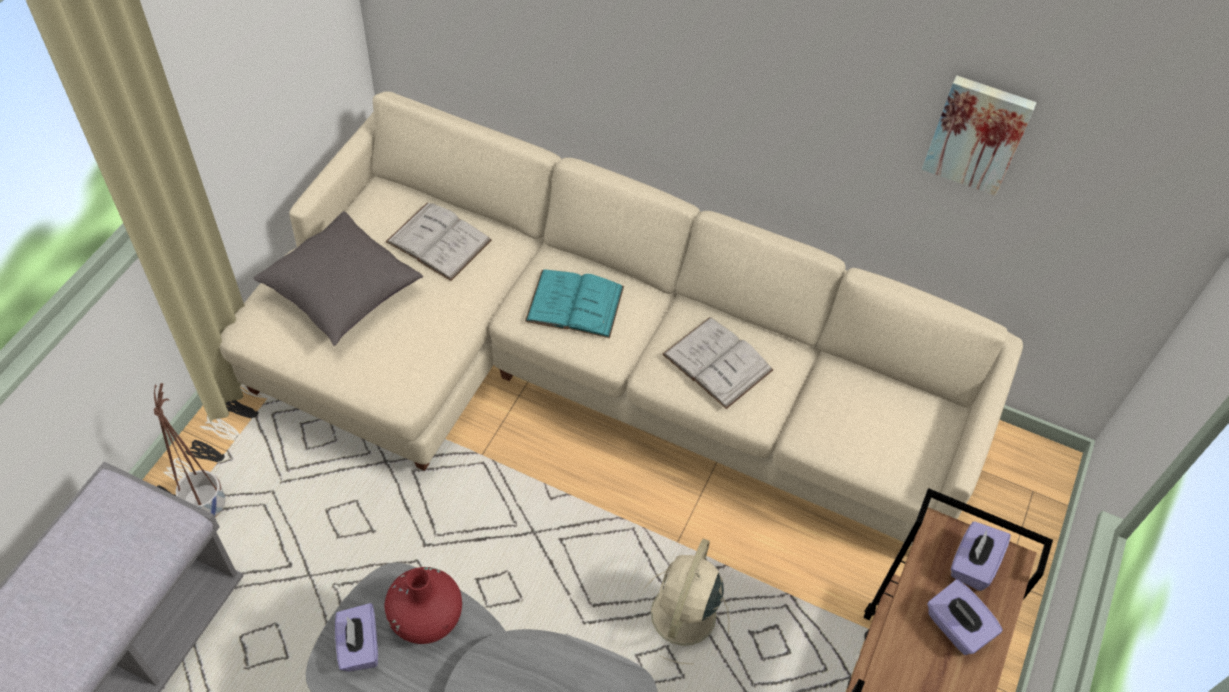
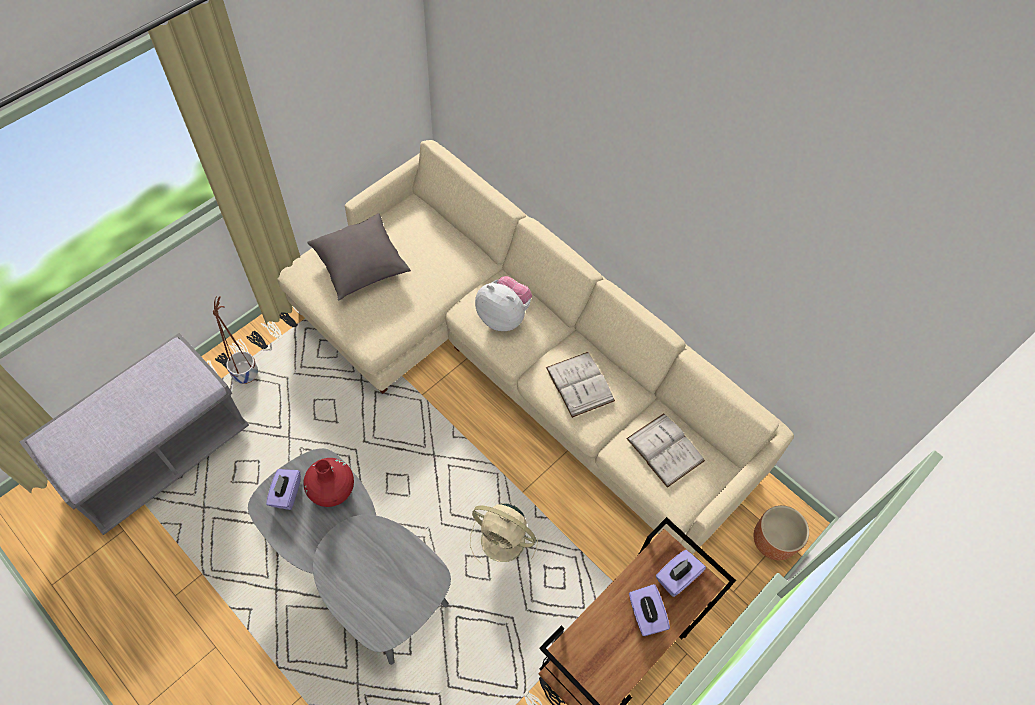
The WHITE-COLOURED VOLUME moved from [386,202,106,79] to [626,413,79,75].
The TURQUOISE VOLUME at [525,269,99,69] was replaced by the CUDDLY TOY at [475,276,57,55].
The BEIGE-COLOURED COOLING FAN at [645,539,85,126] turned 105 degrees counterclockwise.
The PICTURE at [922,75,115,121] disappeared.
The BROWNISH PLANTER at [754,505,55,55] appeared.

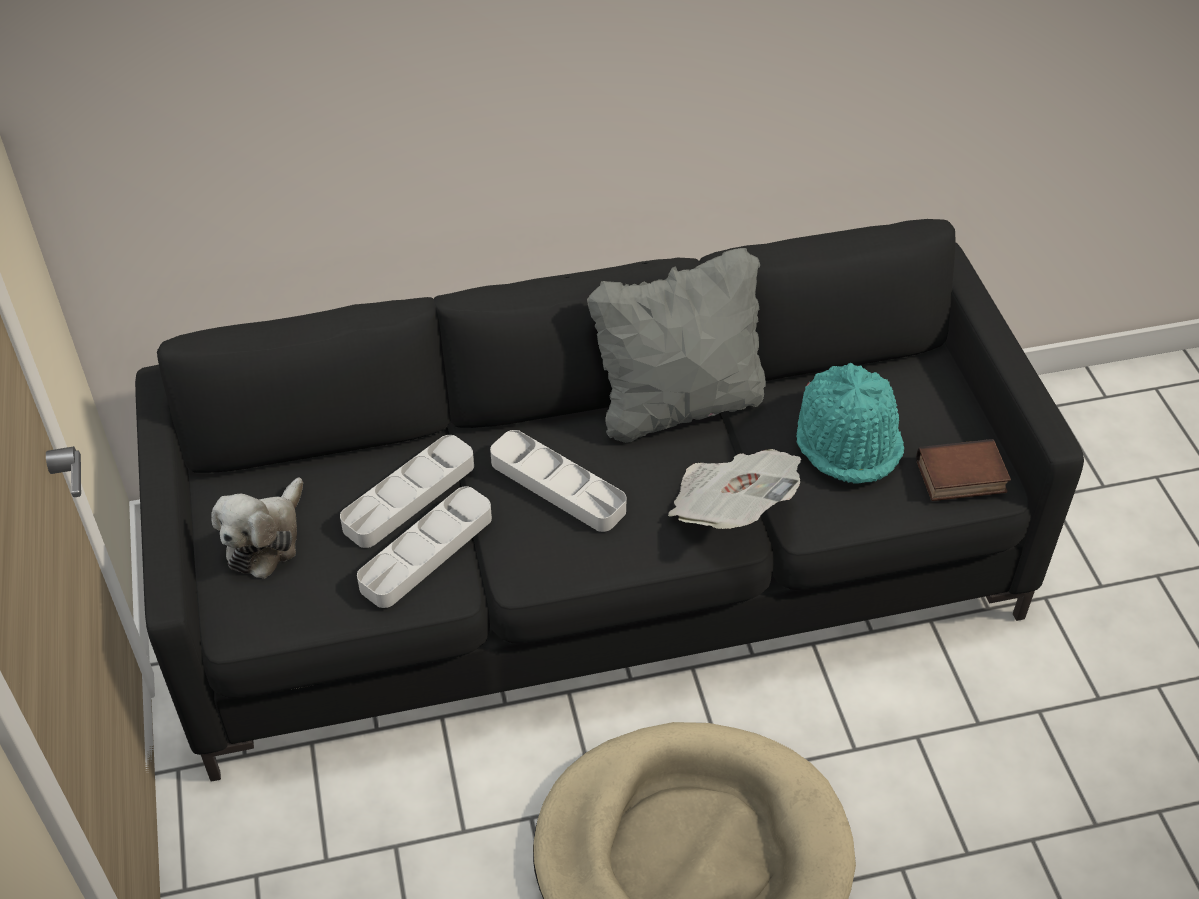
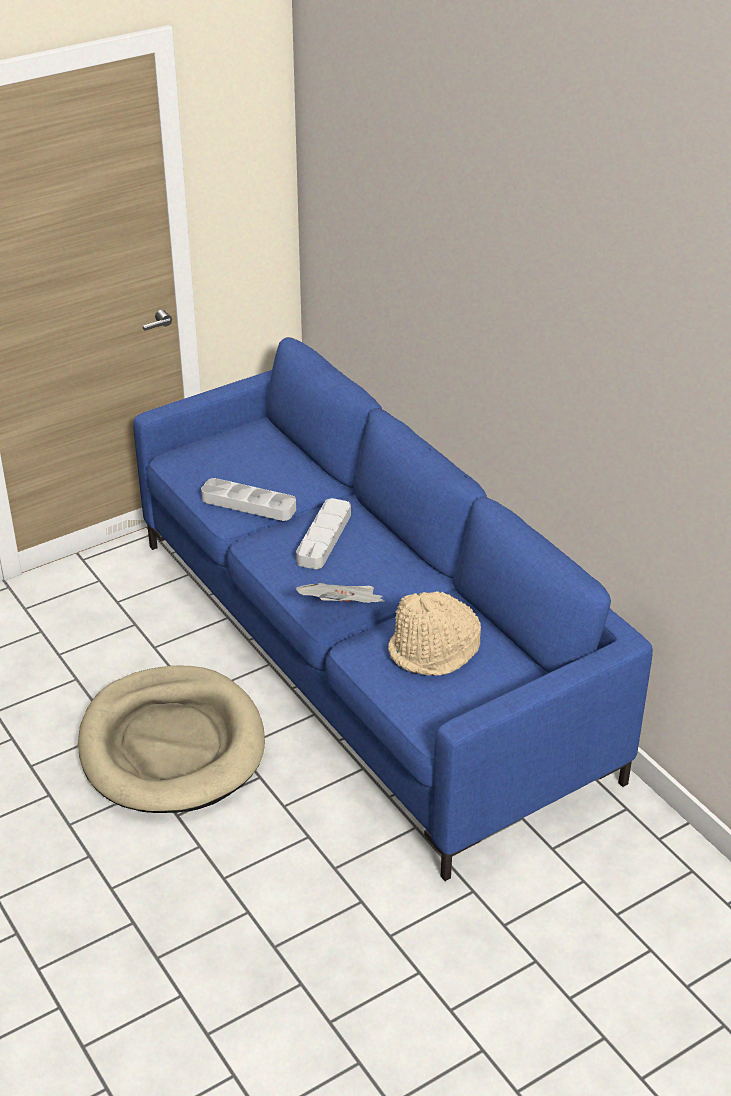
The BLACKISH SOFA at [135,219,949,563] became the BLUE-COLOURED SOFA at [133,337,520,544].
The CUDDLY TOY at [211,477,92,102] disappeared.
The GREYISH TRAY at [340,435,134,113] disappeared.
The GREYISH CUSHION at [587,248,179,195] disappeared.
The TURQUOISE HAT at [796,363,108,120] became the BEIGE-COLOURED HAT at [388,591,93,85].
The VOLUME at [916,439,95,62] disappeared.

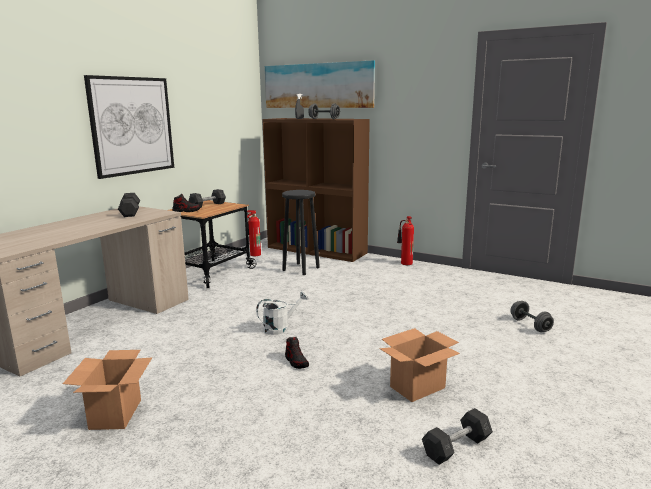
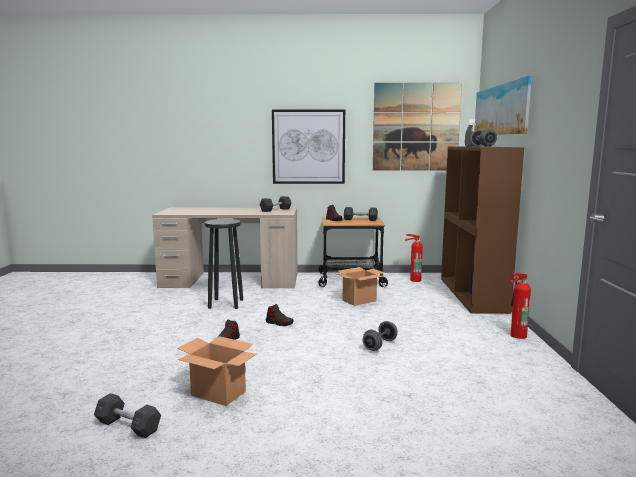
The PACKING BOX moved from [63,350,89,80] to [335,267,50,39].
The WHITE-COLOURED WATERING POT at [256,291,53,44] was replaced by the LOW SHOE at [266,304,27,22].
The BLACKISH STOOL moved from [282,190,38,85] to [205,219,38,90].
The GREYISH HAND WEIGHT moved from [511,301,43,31] to [363,321,34,30].
The PICTURE at [373,83,89,88] appeared.

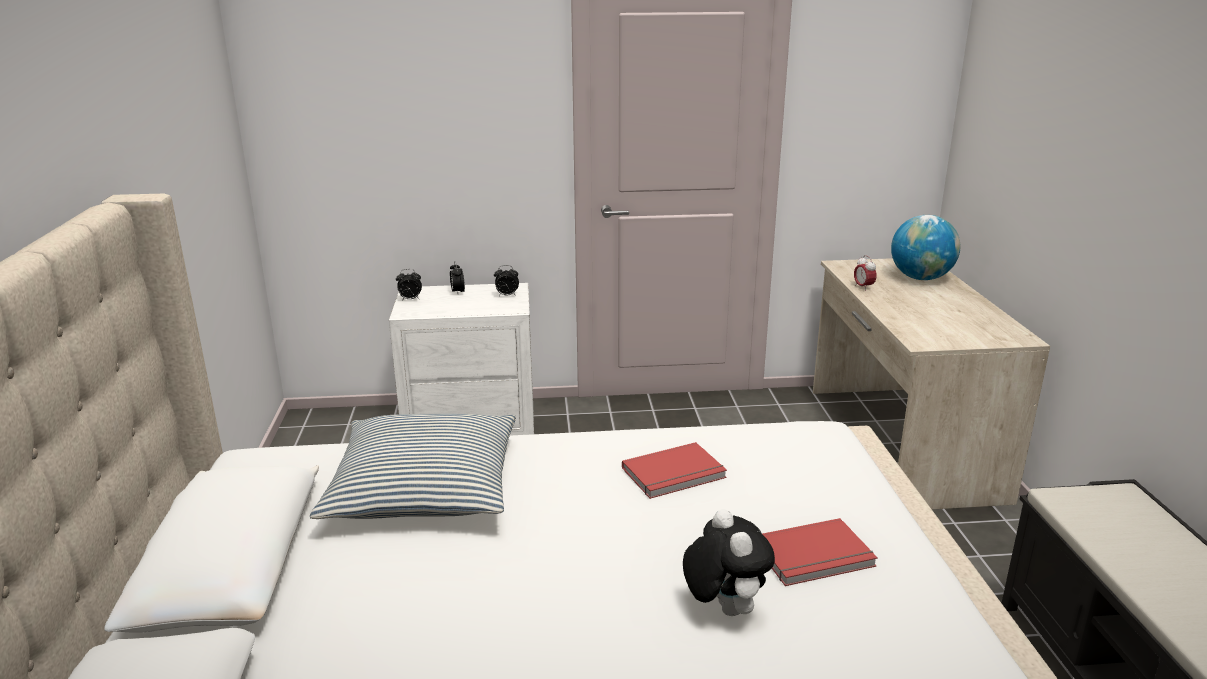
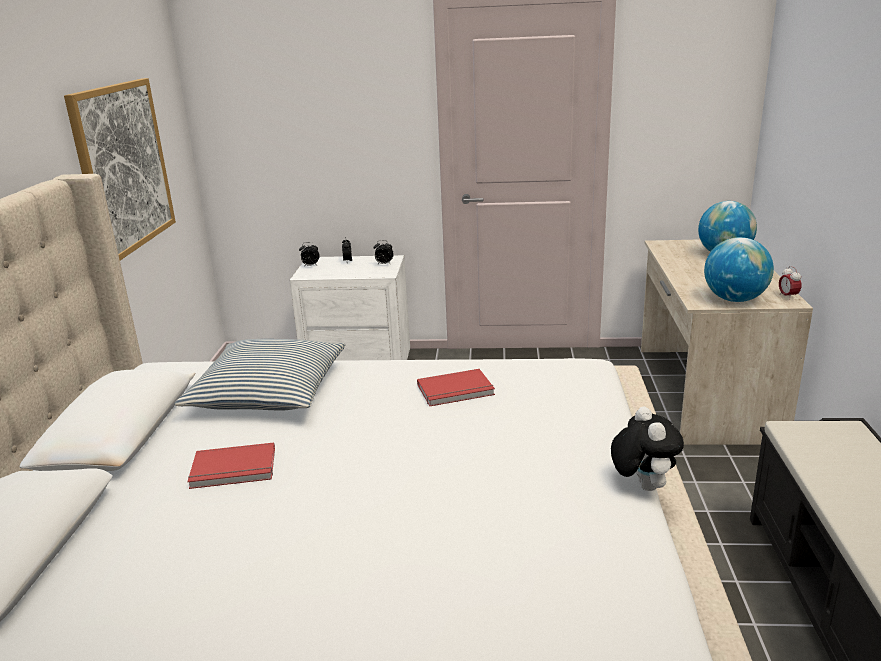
The CUDDLY TOY moved from [683,509,92,107] to [611,407,73,84].
The RED-COLOURED VOLUME moved from [762,518,116,68] to [188,442,87,47].
The BEDSIDE CLOCK moved from [854,255,23,36] to [779,266,22,31].
The PICTURE at [64,78,112,182] appeared.
The DESK GLOBE at [704,237,70,65] appeared.

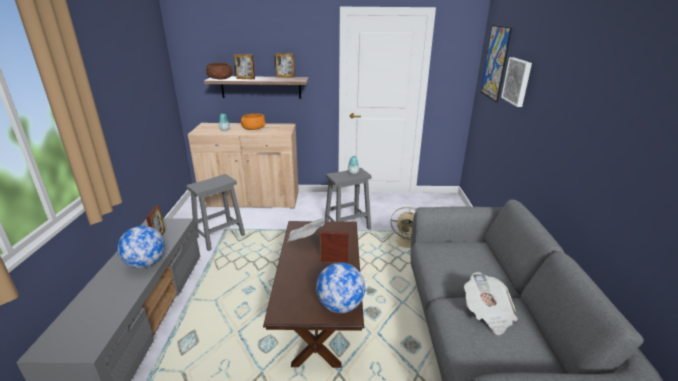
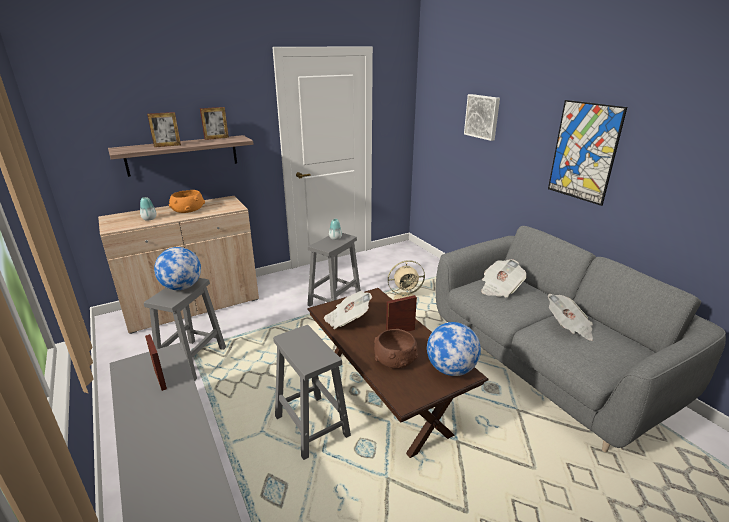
The DESK GLOBE moved from [117,226,48,42] to [154,247,47,43].
The BROWNISH DEEP DISH moved from [206,63,27,17] to [374,329,44,39].
The PICTURE moved from [481,25,31,78] to [548,100,79,106].
The GREYISH STOOL at [273,325,78,135] appeared.
The PRINTED PAPER at [481,259,45,39] appeared.

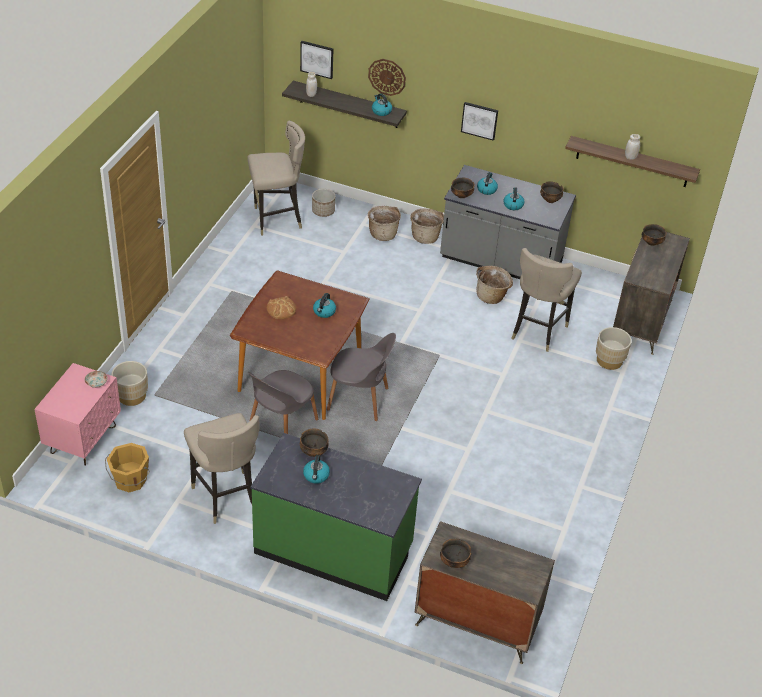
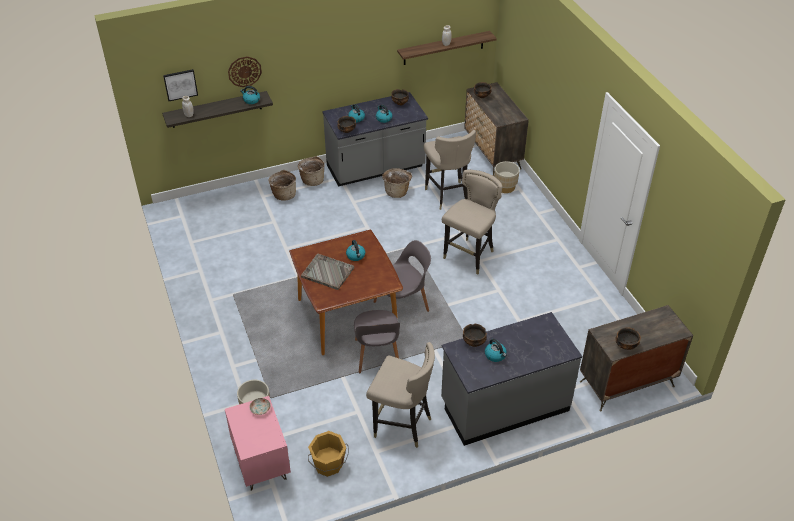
The BEIGE-COLOURED STOOL moved from [247,120,58,116] to [442,170,60,104].
The GREENISH KITCHEN BASE UNIT at [251,433,171,168] became the GREYISH KITCHEN BASE UNIT at [441,312,141,134].
The BAKED BREAD at [267,296,29,23] was replaced by the GREYISH TRAY at [301,254,53,36].
The PLANTER at [312,189,23,28] disappeared.
The PICTURE at [461,102,37,39] disappeared.

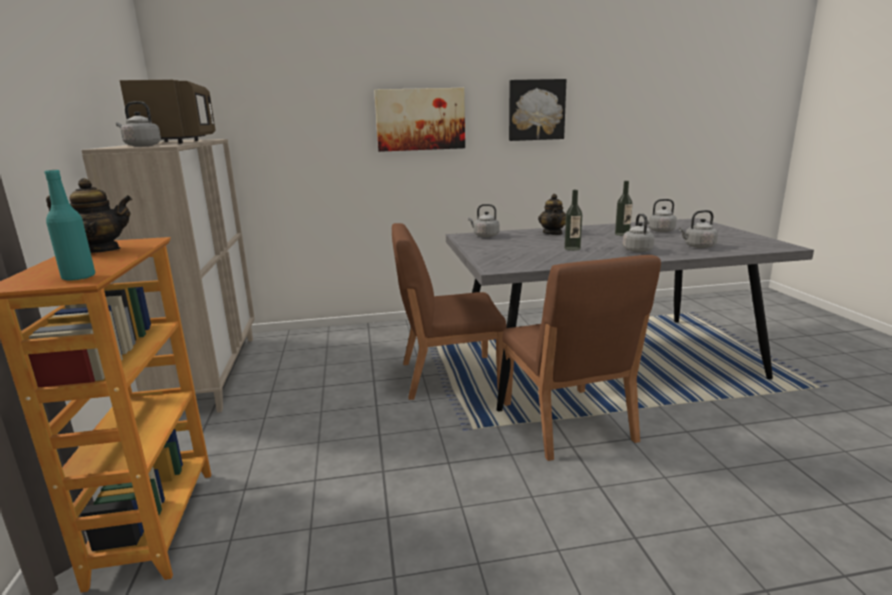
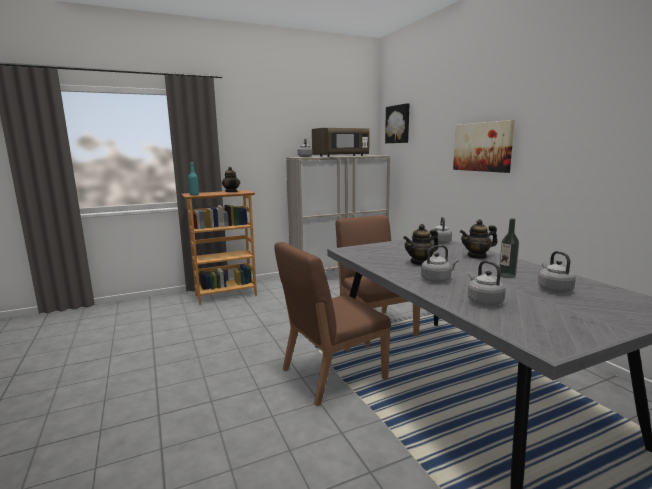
The PICTURE moved from [509,79,57,62] to [385,103,25,40].
The BOTTLE at [564,190,18,61] was replaced by the TEAPOT at [403,224,36,42].

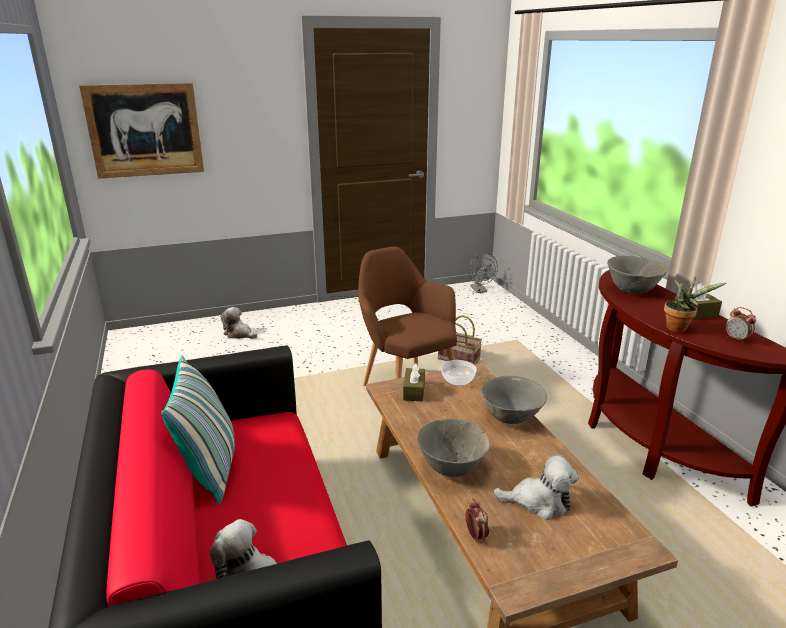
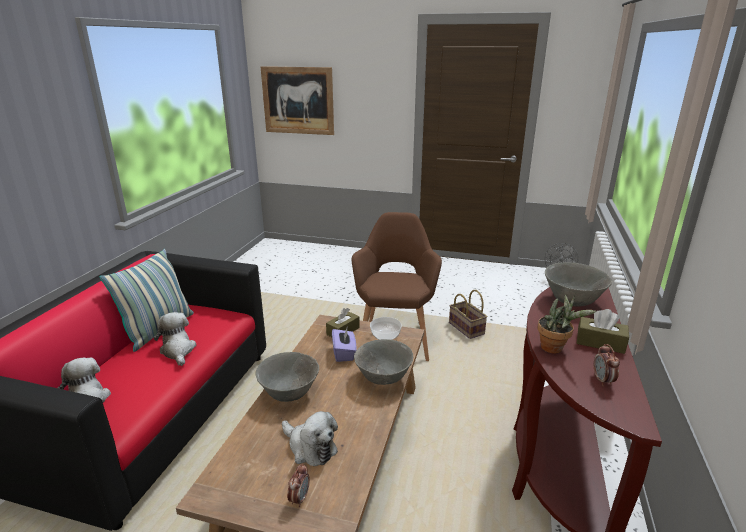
The CUDDLY TOY moved from [221,307,36,32] to [154,312,42,54].
The BEDSIDE CLOCK moved from [466,498,23,44] to [287,463,23,44].
The PURPLISH TISSUE BOX at [332,328,25,34] appeared.

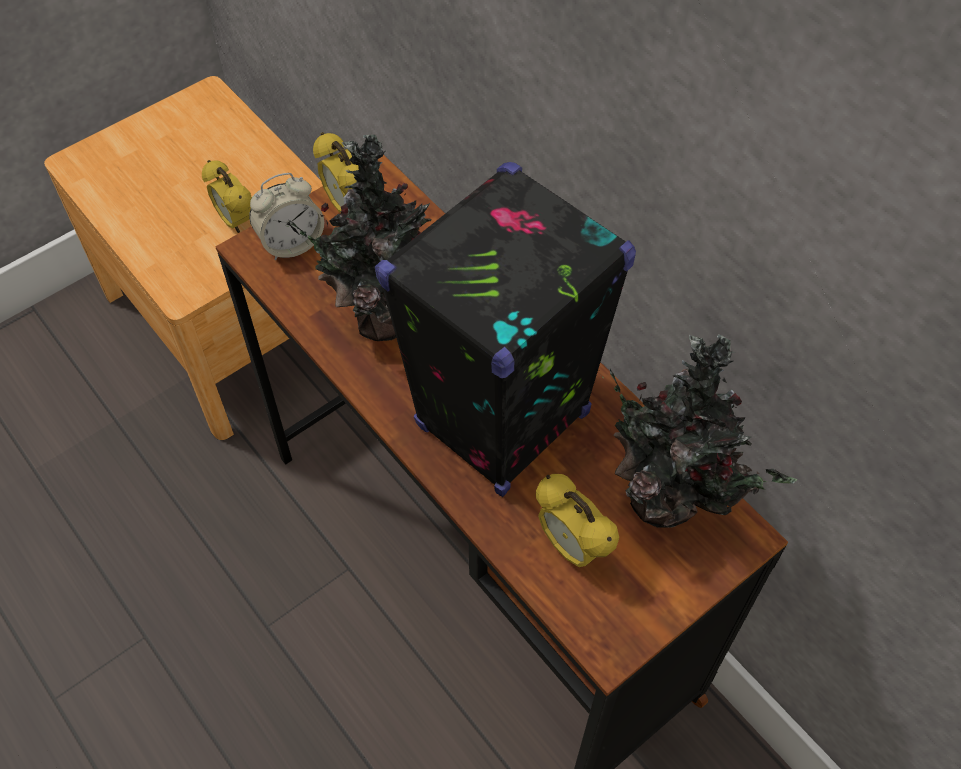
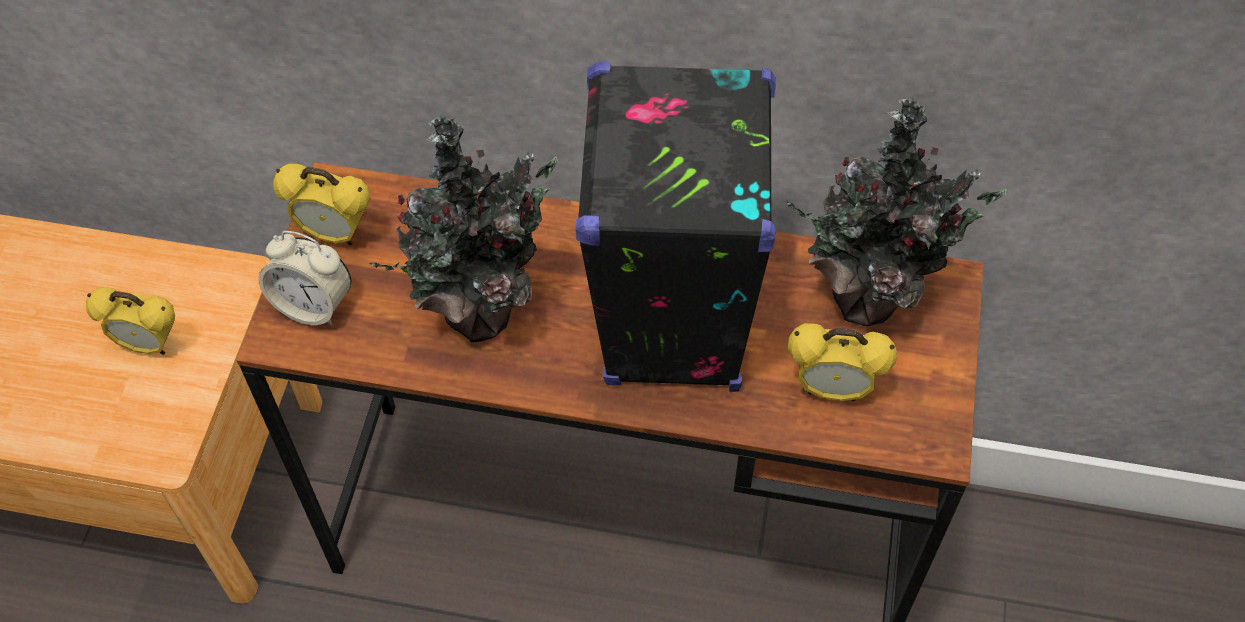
The BEDSIDE CLOCK at [249,173,75,87] turned 90 degrees clockwise.

